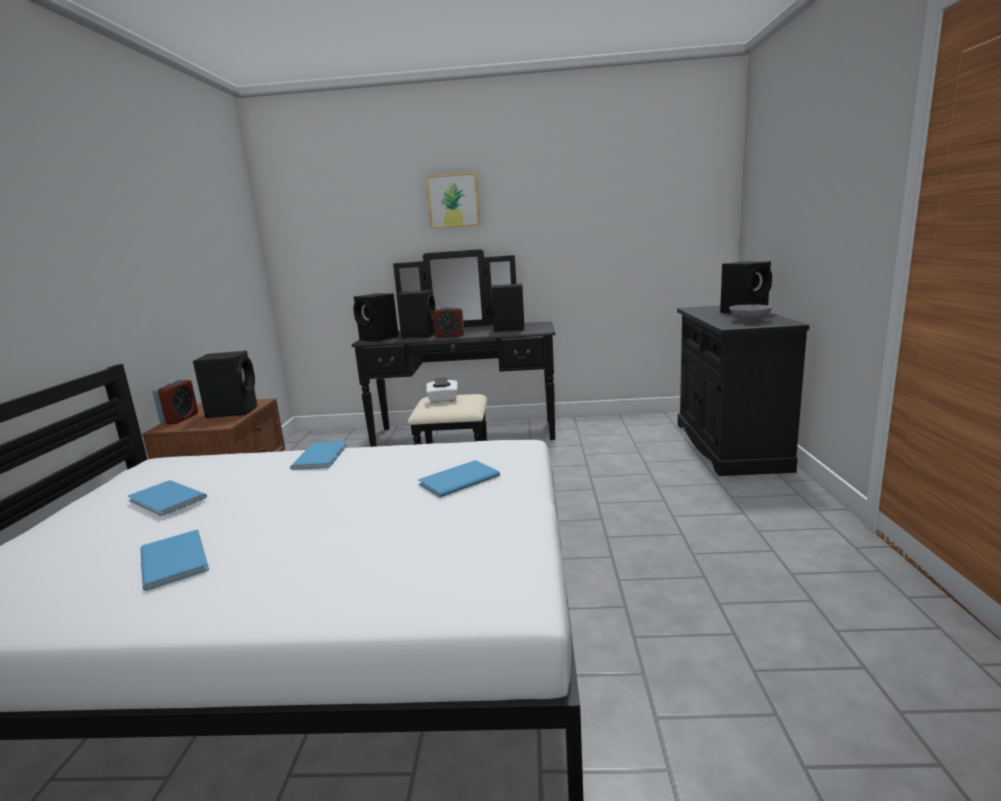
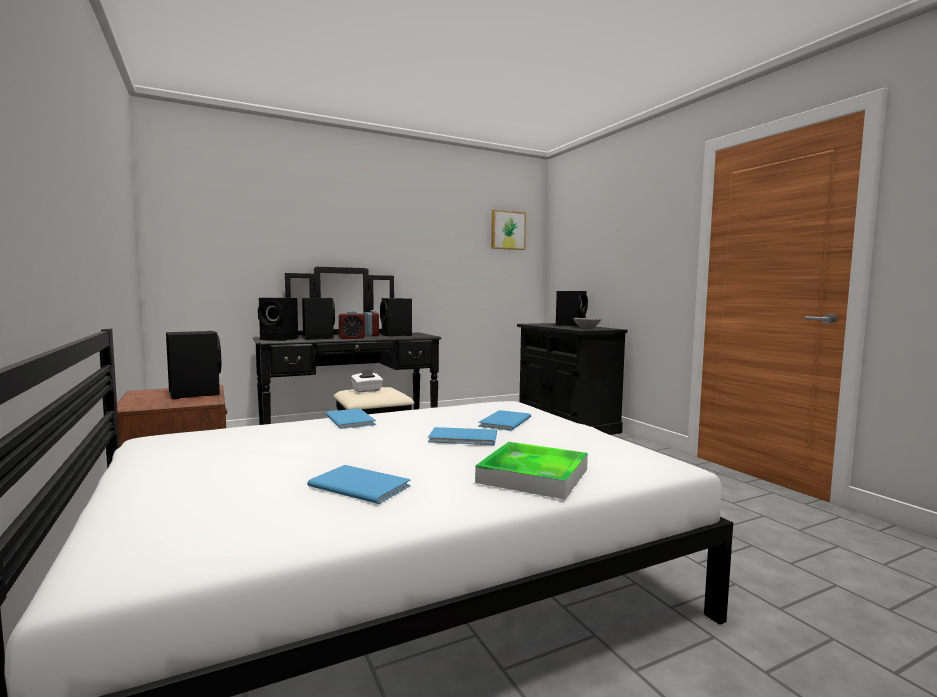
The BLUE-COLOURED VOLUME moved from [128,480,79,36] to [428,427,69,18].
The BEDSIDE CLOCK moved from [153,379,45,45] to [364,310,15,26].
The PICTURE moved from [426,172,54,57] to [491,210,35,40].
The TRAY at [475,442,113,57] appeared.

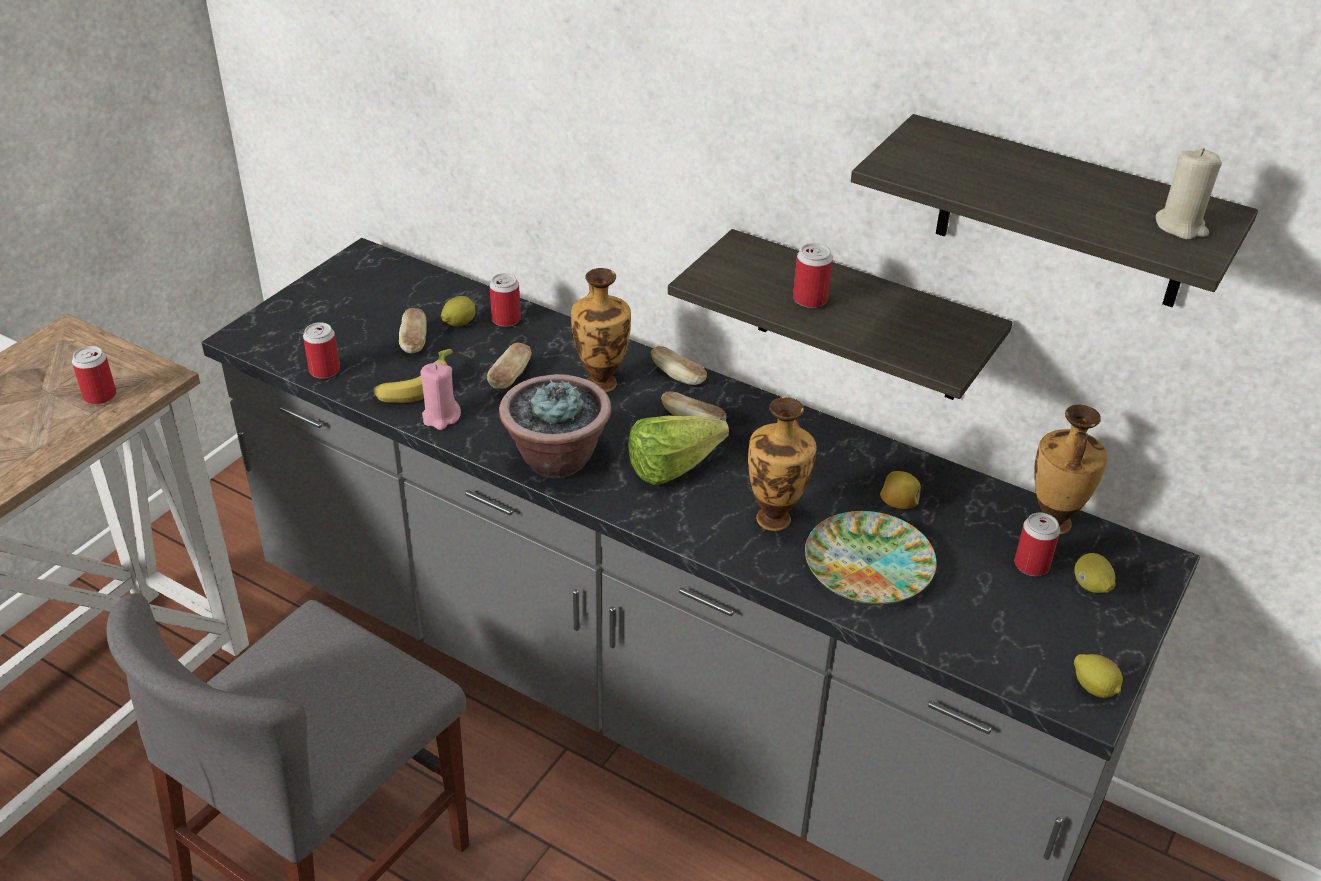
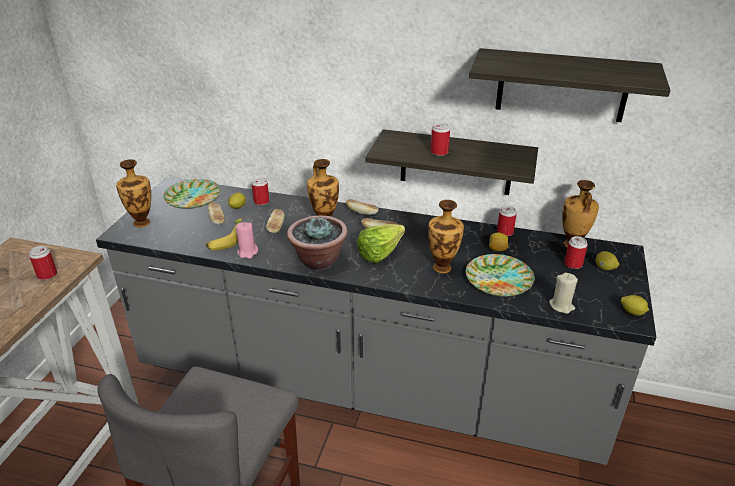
The SEALED CAN moved from [303,322,37,57] to [497,206,20,30].
The BEIGE-COLOURED CANDLE moved from [1156,148,66,91] to [549,273,29,41].
The DECORATIVE VASE at [116,159,35,69] appeared.
The FLAT DISH at [163,179,58,30] appeared.

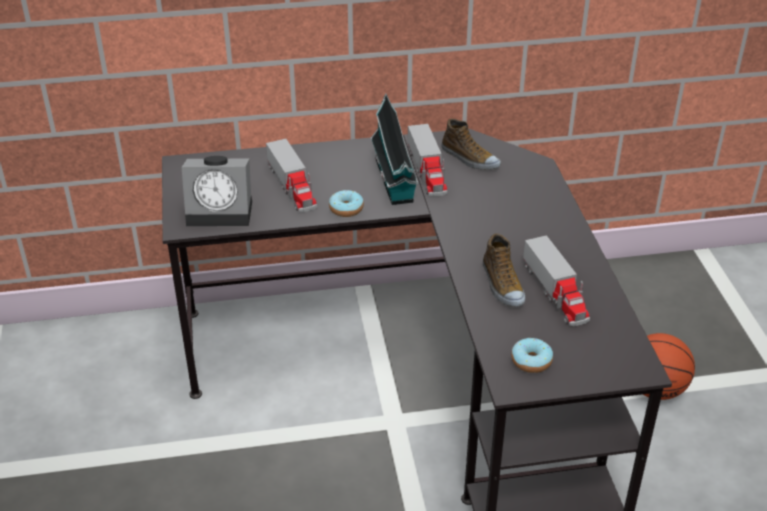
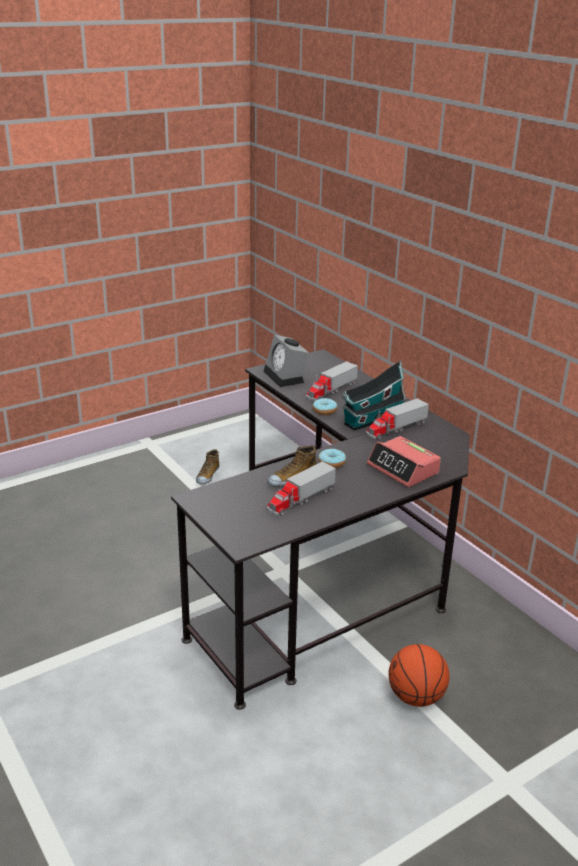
The LOW SHOE moved from [441,119,60,51] to [196,449,23,35].
The DOUGHNUT moved from [511,338,42,35] to [318,449,28,19].
The BEDSIDE CLOCK at [367,436,74,51] appeared.

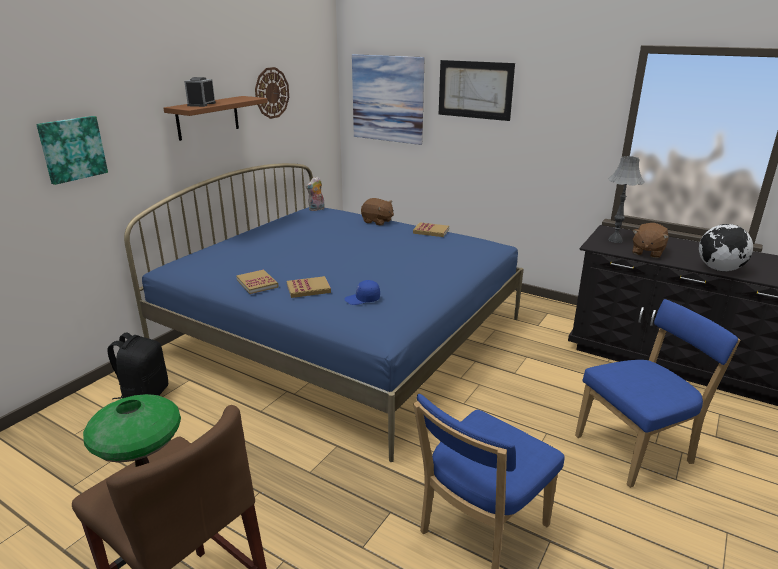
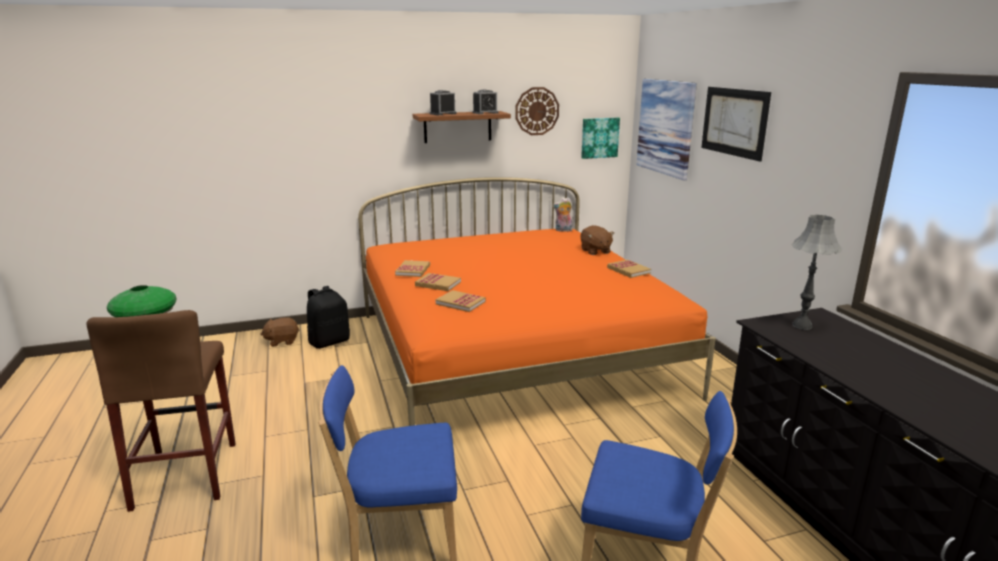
The PICTURE moved from [36,116,72,69] to [581,118,39,41].
The BLUE-COLOURED BED at [124,163,400,299] became the ORANGE-COLOURED BED at [358,177,358,249].
The BLUE-COLOURED PEAKED CAP at [344,280,36,25] was replaced by the VOLUME at [436,290,50,22].
The BROWNISH CUDDLY TOY moved from [633,223,36,35] to [260,317,39,30].
The DESK GLOBE at [699,224,54,47] disappeared.
The BEDSIDE CLOCK at [472,90,27,24] appeared.

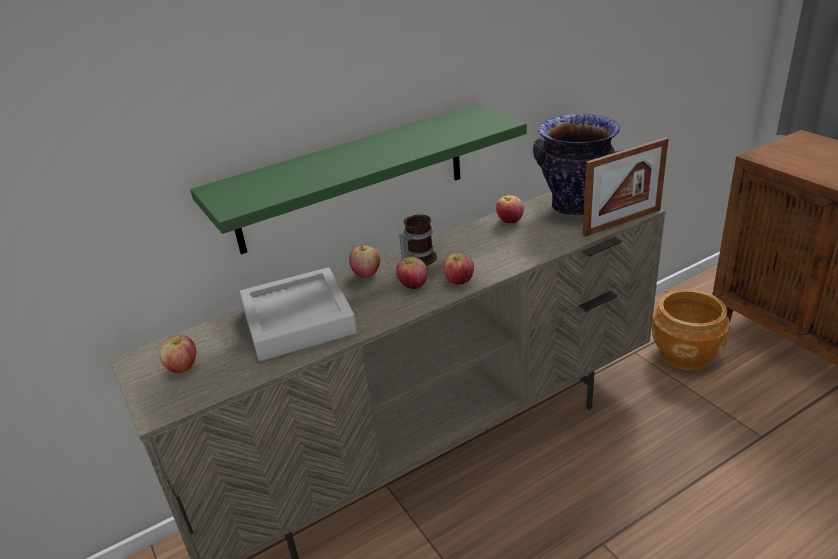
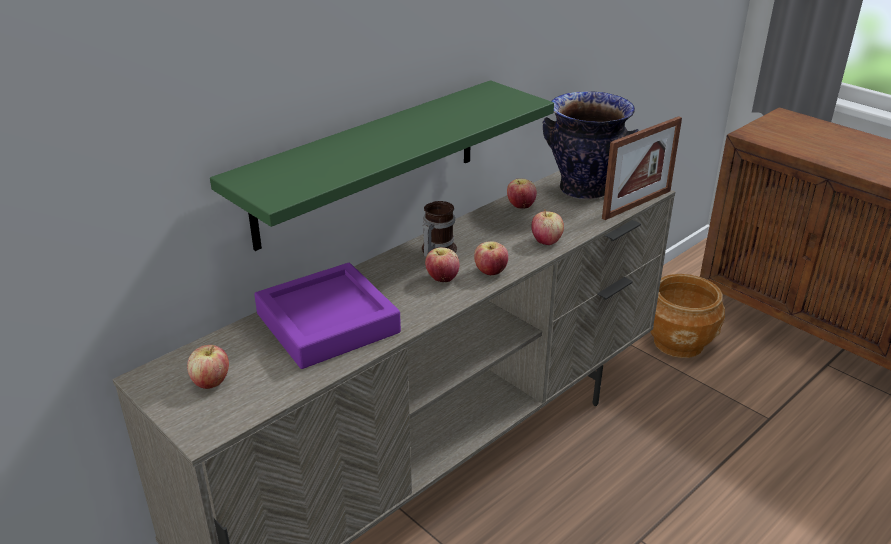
The GREYISH TRAY at [239,268,118,93] became the PURPLISH TRAY at [254,263,147,106].
The APPLE moved from [349,244,31,34] to [531,209,33,36].

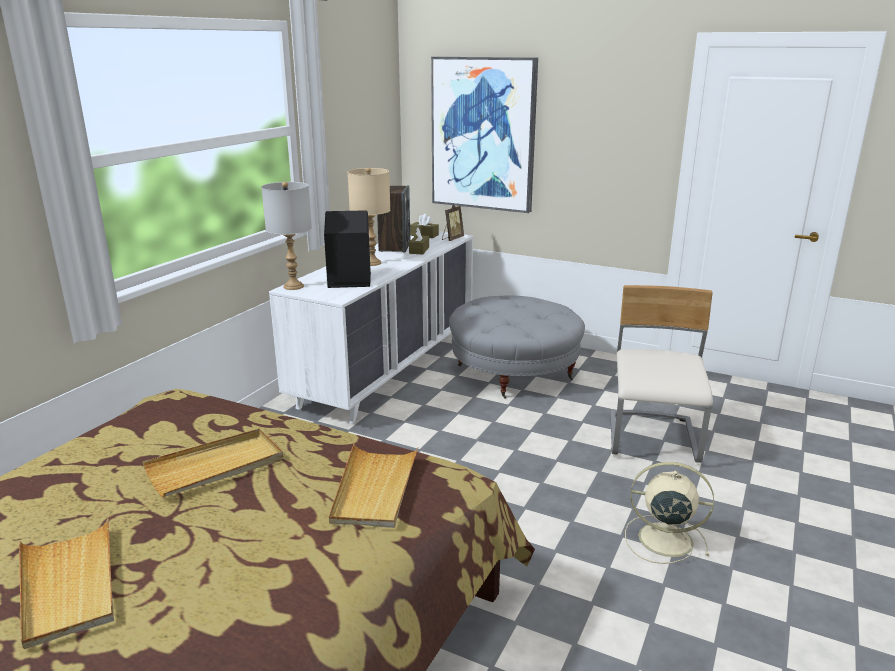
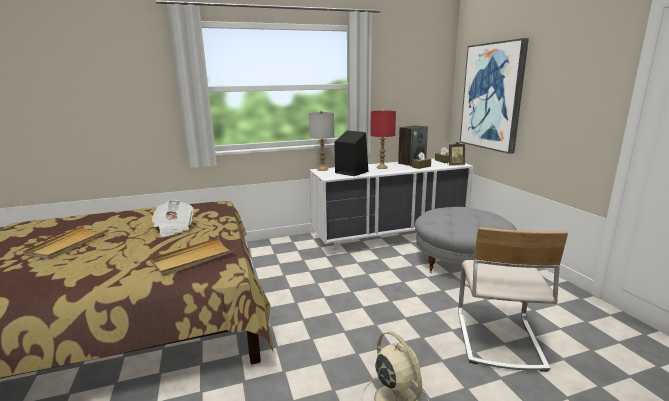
The BEIGE-COLOURED TRAY at [143,429,140,68] was replaced by the PRINTED PAPER at [151,200,43,37].
The BEIGE-COLOURED TABLE LAMP at [348,167,42,99] became the RED-COLOURED TABLE LAMP at [370,109,26,60].
The BEIGE-COLOURED UPRIGHT CHAIR at [610,285,103,178] turned 135 degrees clockwise.

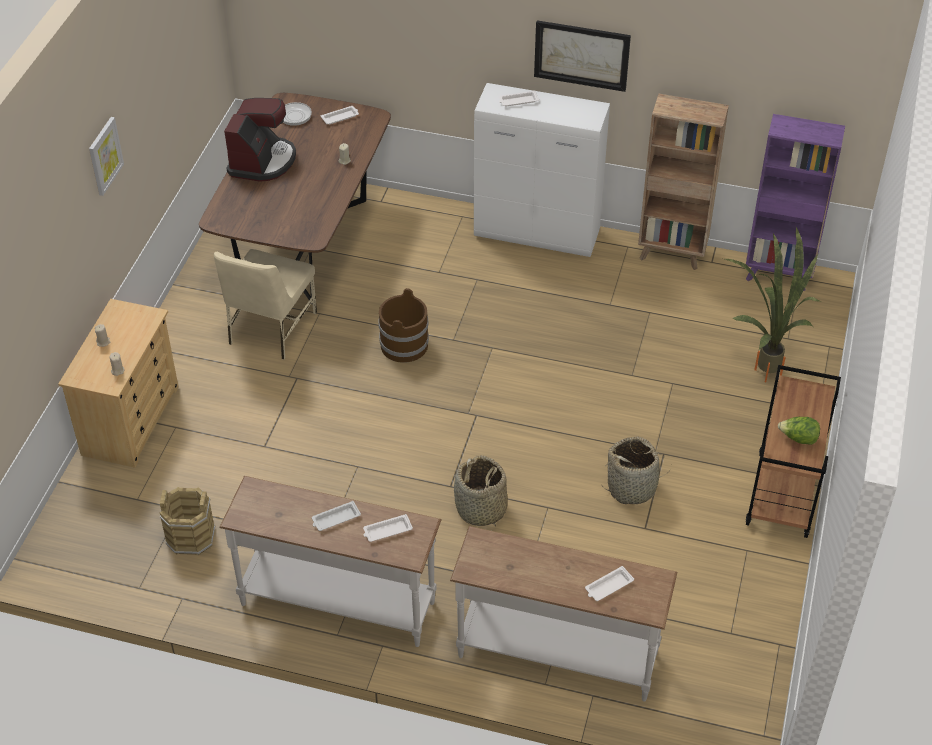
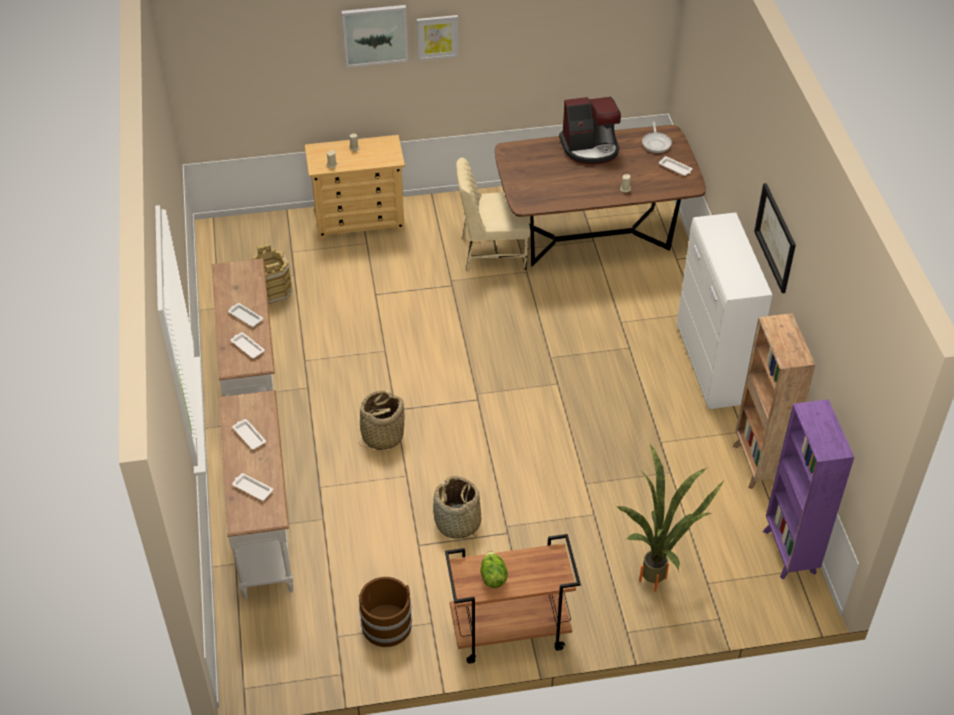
The BROWNISH BUCKET moved from [378,288,51,75] to [359,577,53,70].
The WHITE-COLOURED TRAY moved from [499,90,40,17] to [232,419,34,31].
The PICTURE at [341,5,67,63] appeared.

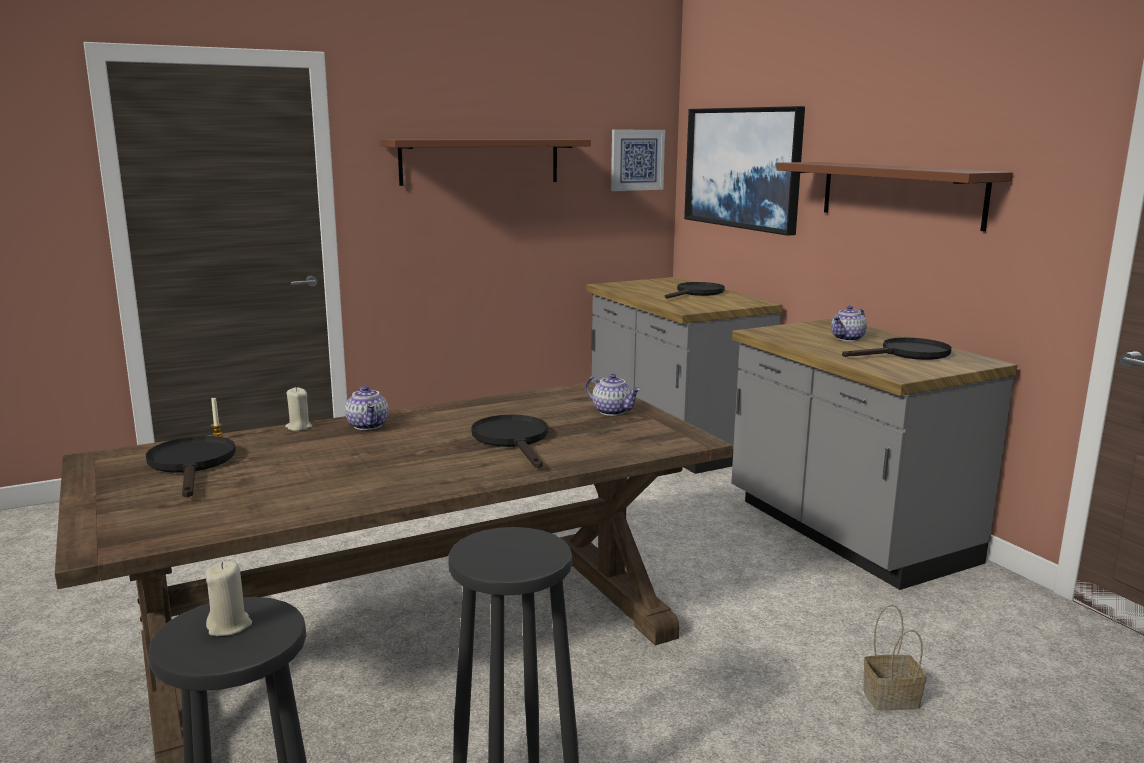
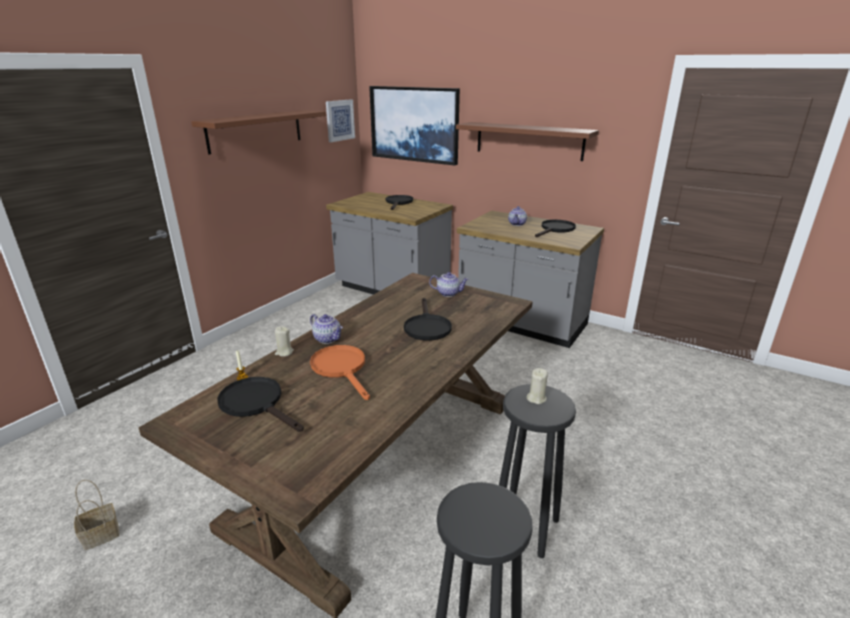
The BEIGE-COLOURED CANDLE moved from [205,561,47,75] to [527,368,21,36].
The BLACKISH PAN at [471,415,77,53] turned 135 degrees counterclockwise.
The HOUSEHOLD BASKET moved from [863,605,63,105] to [74,480,45,70].
The ORANGE-COLOURED PAN at [310,345,60,55] appeared.

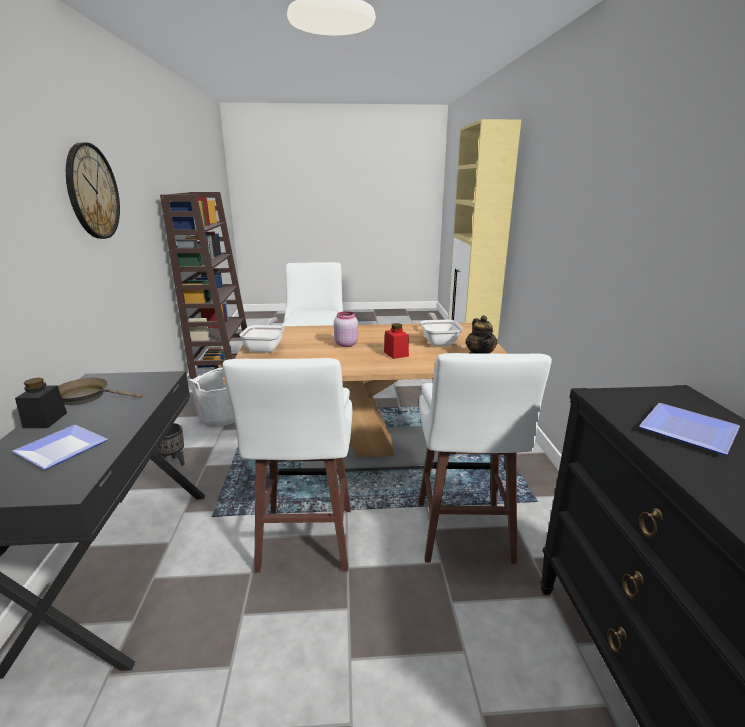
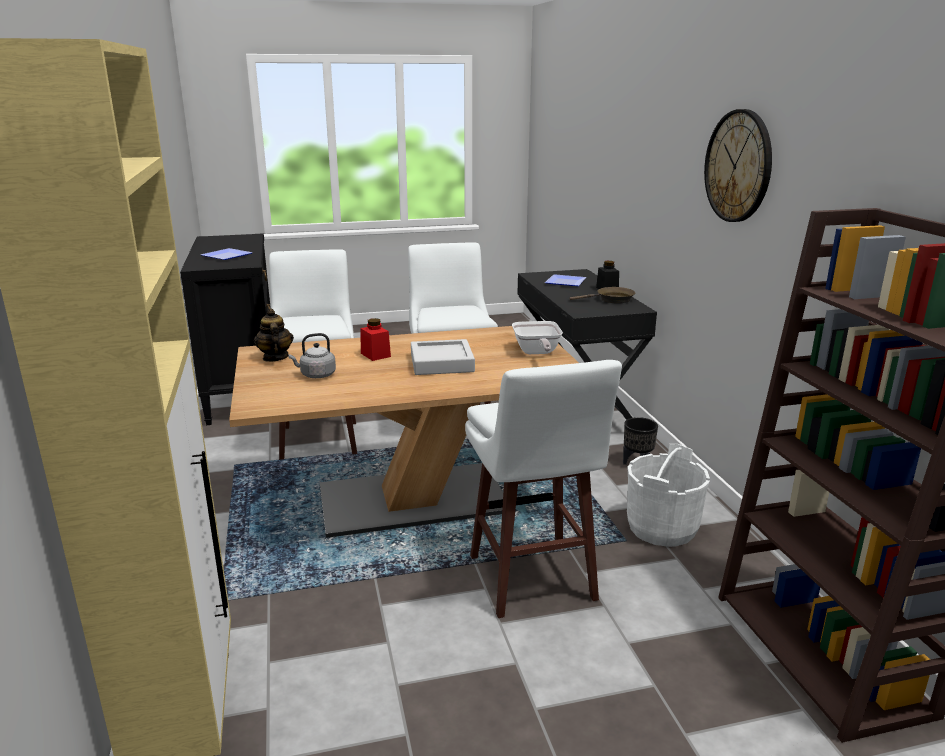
The PINK-COLOURED PRESERVE JAR at [334,311,24,36] was replaced by the GREYISH TRAY at [411,339,64,36].
The PAN at [421,313,42,33] was replaced by the GREYISH KETTLE at [288,333,48,45].

